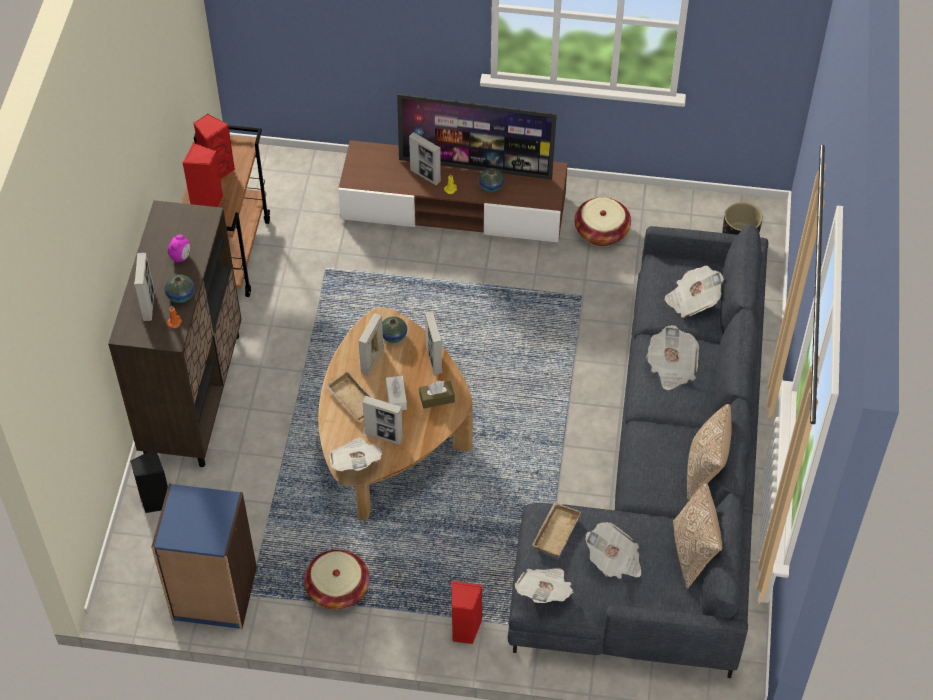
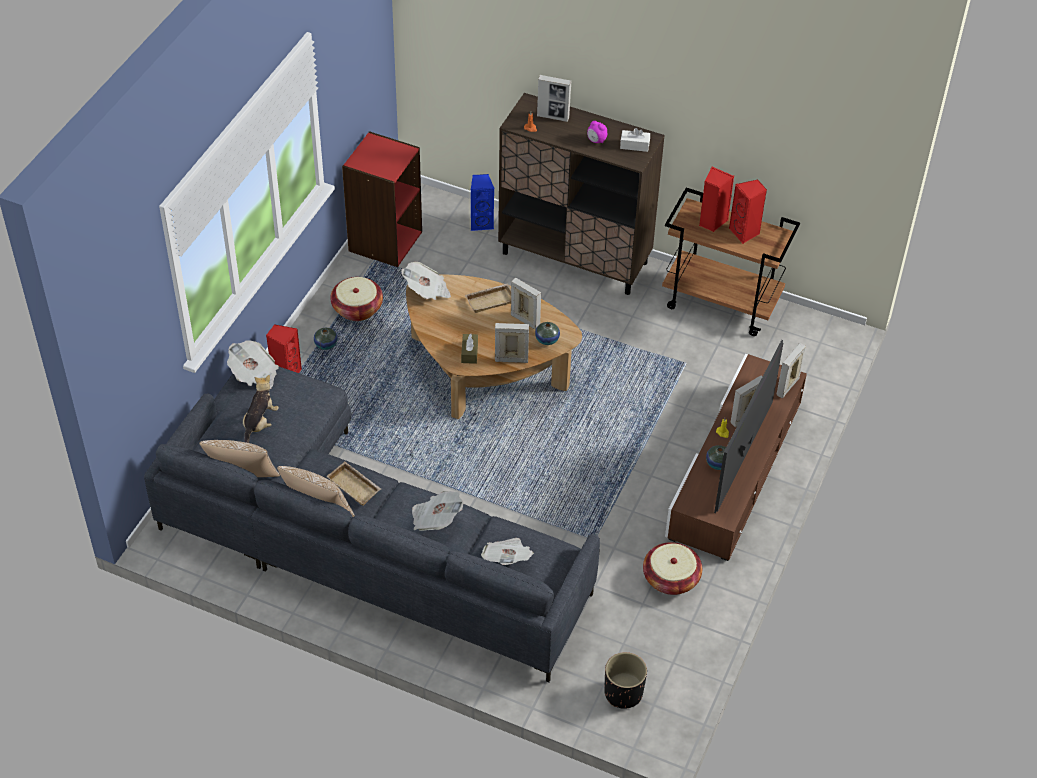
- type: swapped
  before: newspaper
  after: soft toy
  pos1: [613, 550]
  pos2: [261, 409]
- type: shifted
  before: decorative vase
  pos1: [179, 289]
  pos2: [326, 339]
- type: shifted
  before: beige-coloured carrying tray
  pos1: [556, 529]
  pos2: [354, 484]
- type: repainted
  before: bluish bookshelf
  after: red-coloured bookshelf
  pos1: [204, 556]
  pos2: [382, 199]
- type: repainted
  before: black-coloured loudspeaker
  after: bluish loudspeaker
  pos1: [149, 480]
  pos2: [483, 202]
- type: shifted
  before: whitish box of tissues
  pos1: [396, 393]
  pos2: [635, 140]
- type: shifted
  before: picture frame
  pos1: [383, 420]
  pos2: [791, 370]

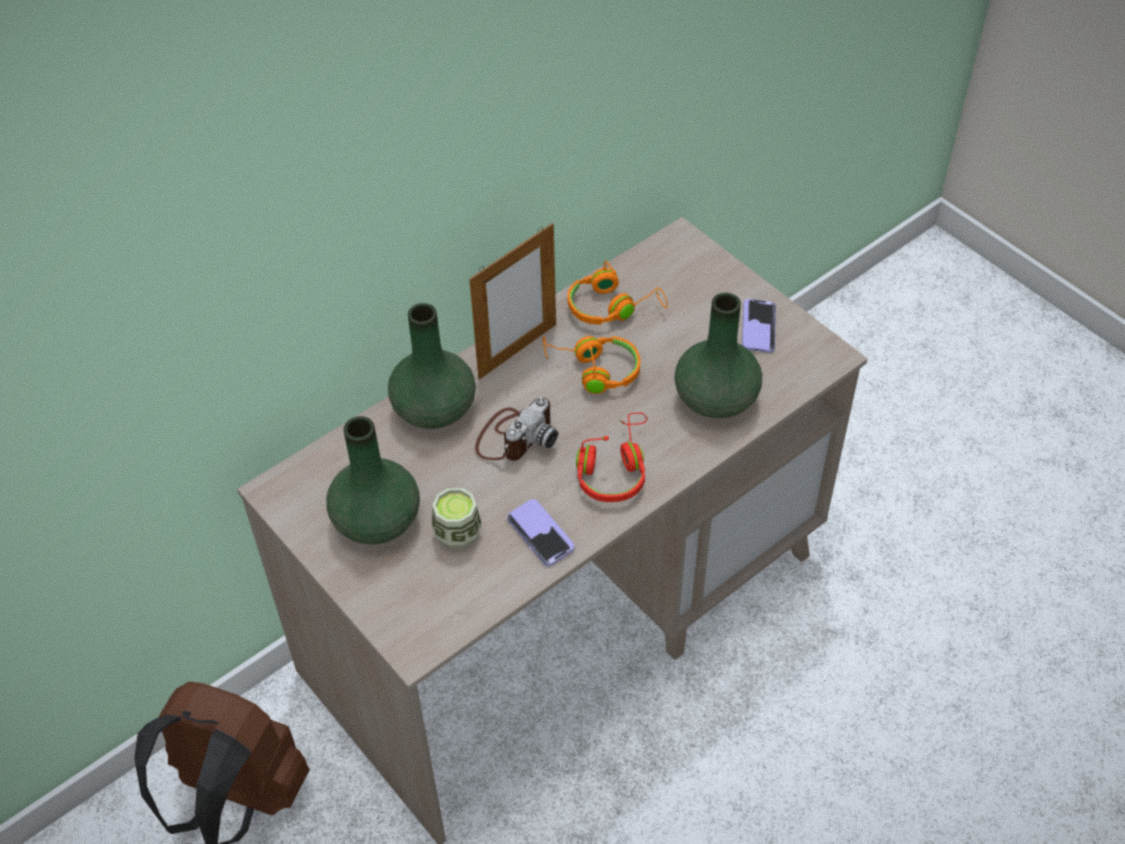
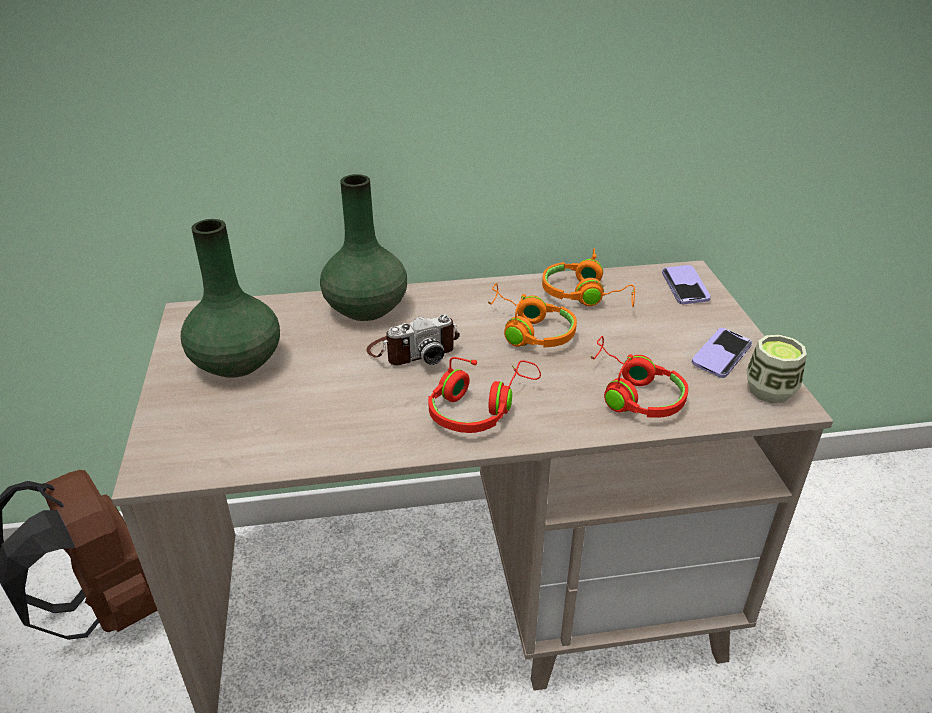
- type: swapped
  before: green-coloured decorative vase
  after: red-coloured pair of headphones
  pos1: [718, 355]
  pos2: [639, 377]
- type: shifted
  before: telephone
  pos1: [541, 532]
  pos2: [686, 284]
- type: shifted
  before: small cup
  pos1: [457, 518]
  pos2: [777, 369]
- type: gone
  before: picture frame
  pos1: [512, 301]

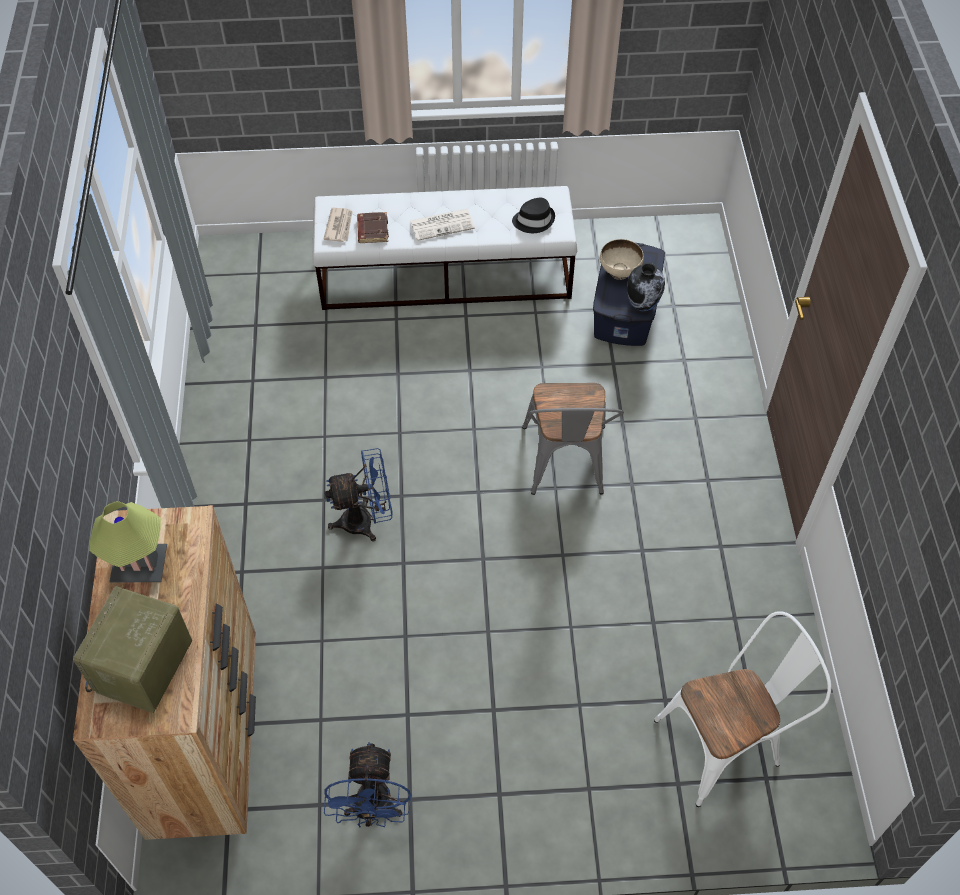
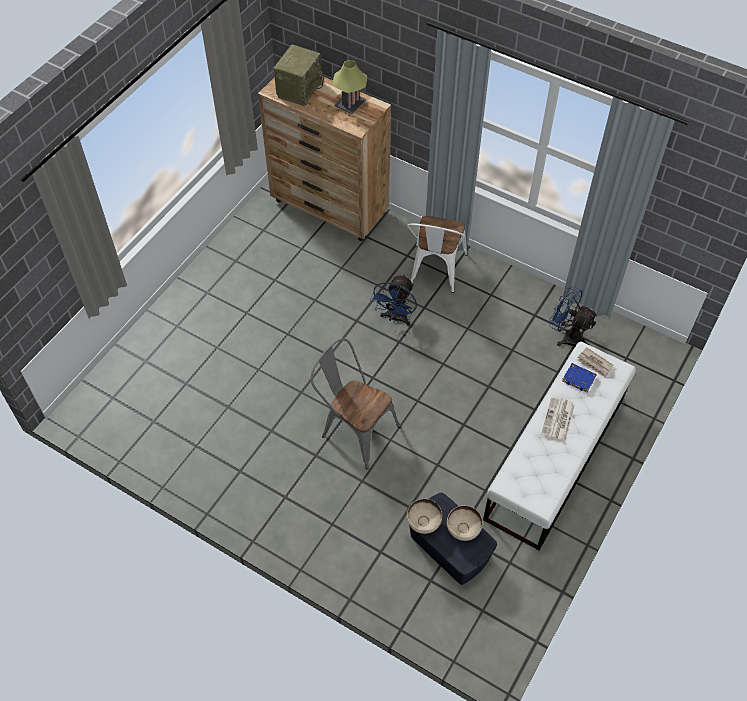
- type: rotated
  before: radio receiver
  pos1: [132, 649]
  pos2: [299, 75]
  turn: 60
- type: shifted
  before: whitish plain chair
  pos1: [742, 709]
  pos2: [437, 254]
- type: swapped
  before: decorative vase
  after: beige-coloured serving bowl
  pos1: [646, 287]
  pos2: [424, 516]
- type: shifted
  before: bluish cooling fan
  pos1: [367, 785]
  pos2: [573, 316]
- type: repainted
  before: brown-coloured bound book
  after: bluish bound book
  pos1: [373, 227]
  pos2: [579, 378]
- type: gone
  before: black-coloured wearable hat
  pos1: [533, 215]

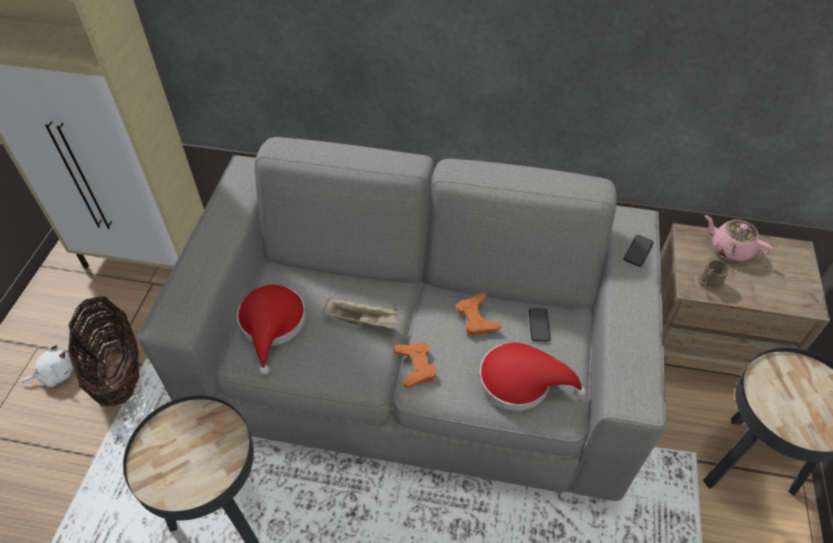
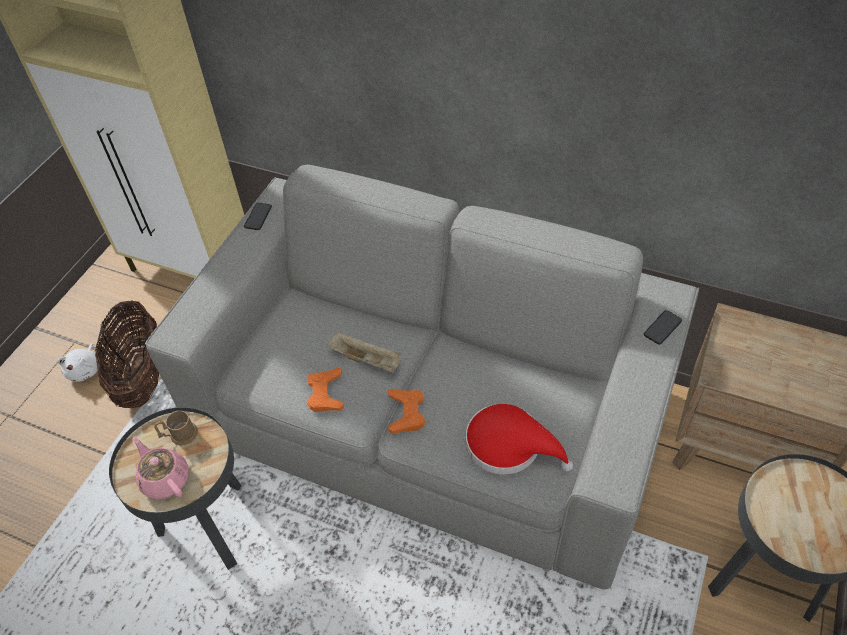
- type: rotated
  before: whitish soft toy
  pos1: [48, 365]
  pos2: [77, 362]
  turn: 105
- type: shifted
  before: pinkish pot for tea
  pos1: [738, 238]
  pos2: [161, 468]
- type: shifted
  before: brown-coloured tea mug
  pos1: [713, 275]
  pos2: [176, 428]
- type: shifted
  before: telephone
  pos1: [539, 324]
  pos2: [258, 216]
- type: shifted
  before: orange gamepad
  pos1: [479, 314]
  pos2: [325, 390]
- type: gone
  before: red-coloured wearable hat
  pos1: [271, 330]

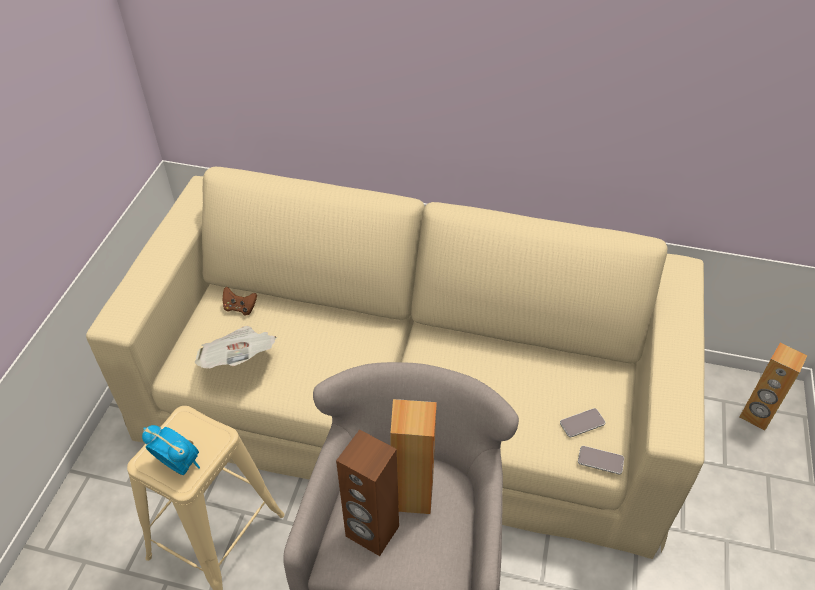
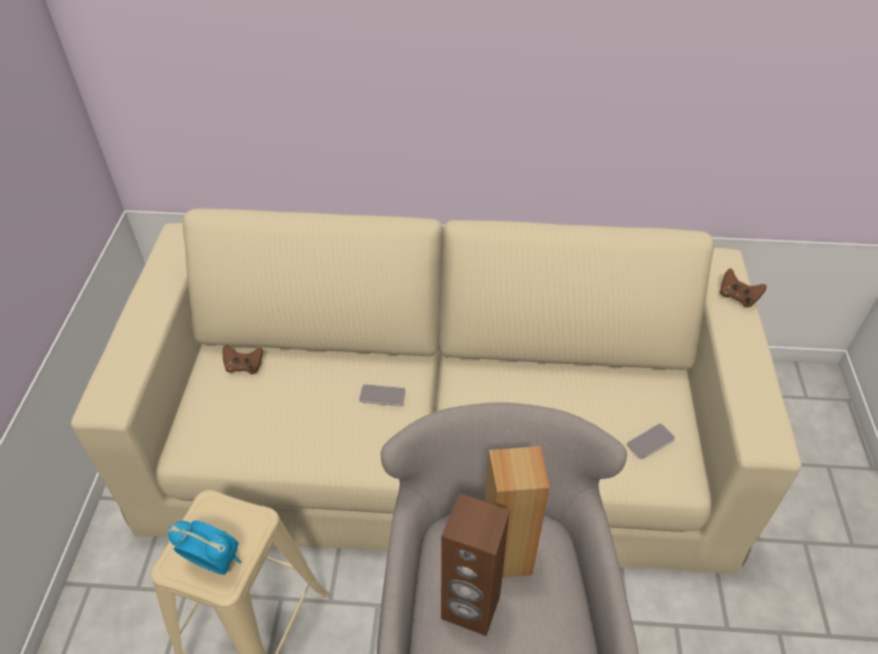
- type: shifted
  before: telephone
  pos1: [601, 460]
  pos2: [382, 395]
- type: new
  after: brown-coloured gamepad
  pos2: [743, 287]
- type: gone
  before: newspaper
  pos1: [235, 347]
- type: gone
  before: brown-coloured loudspeaker
  pos1: [773, 387]

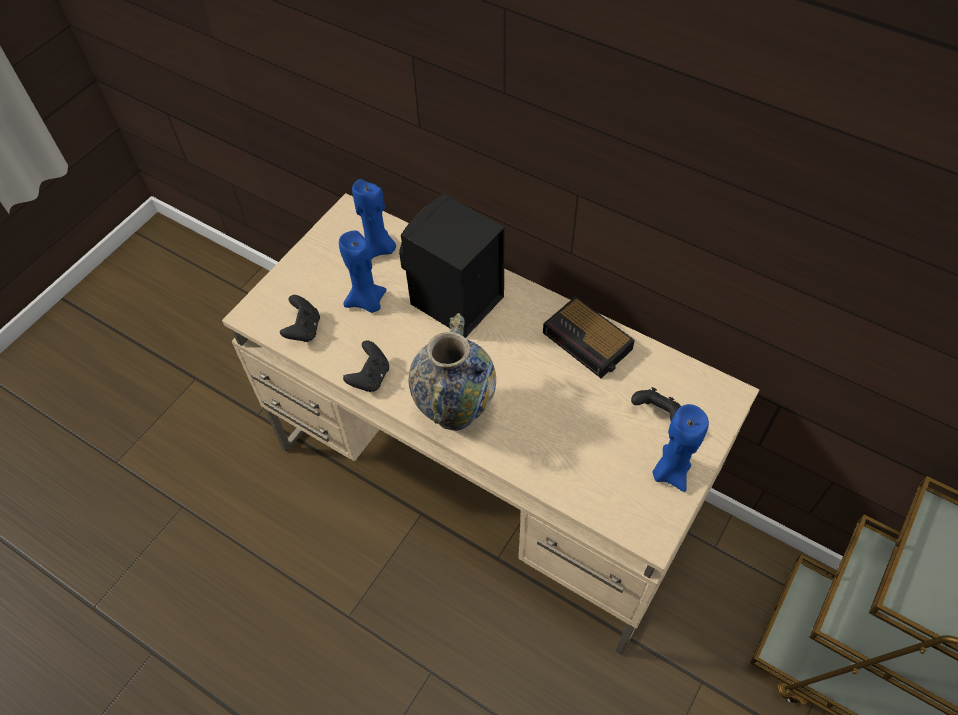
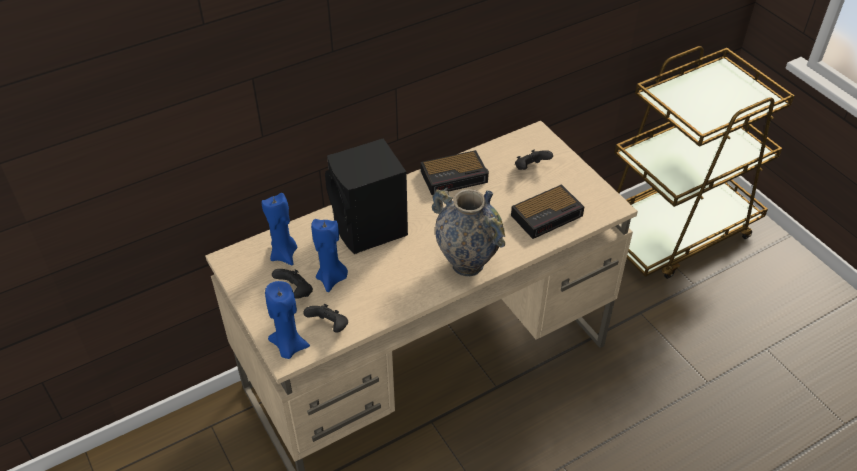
- type: shifted
  before: bluish wax light
  pos1: [681, 448]
  pos2: [287, 320]
- type: shifted
  before: black-coloured gamepad
  pos1: [366, 366]
  pos2: [292, 284]
- type: new
  after: alarm clock
  pos2: [547, 211]

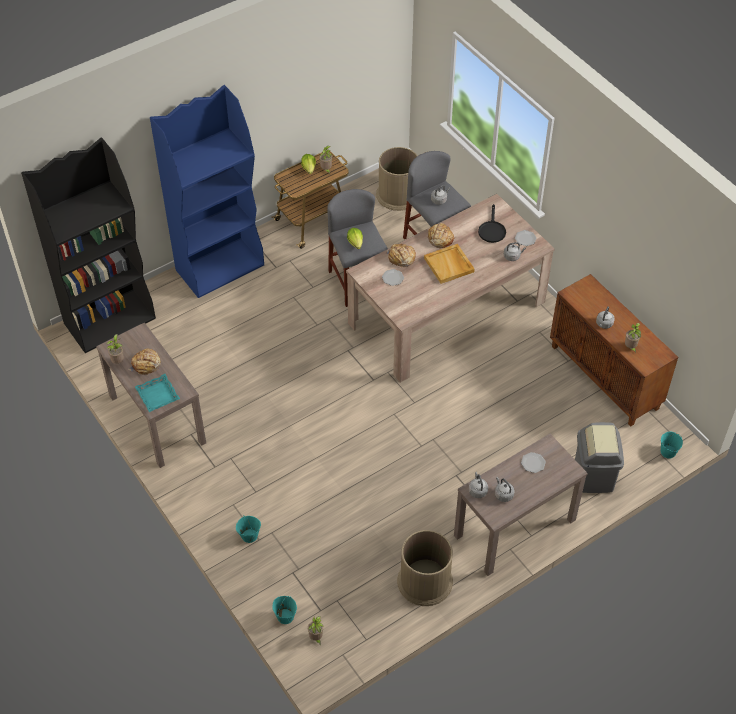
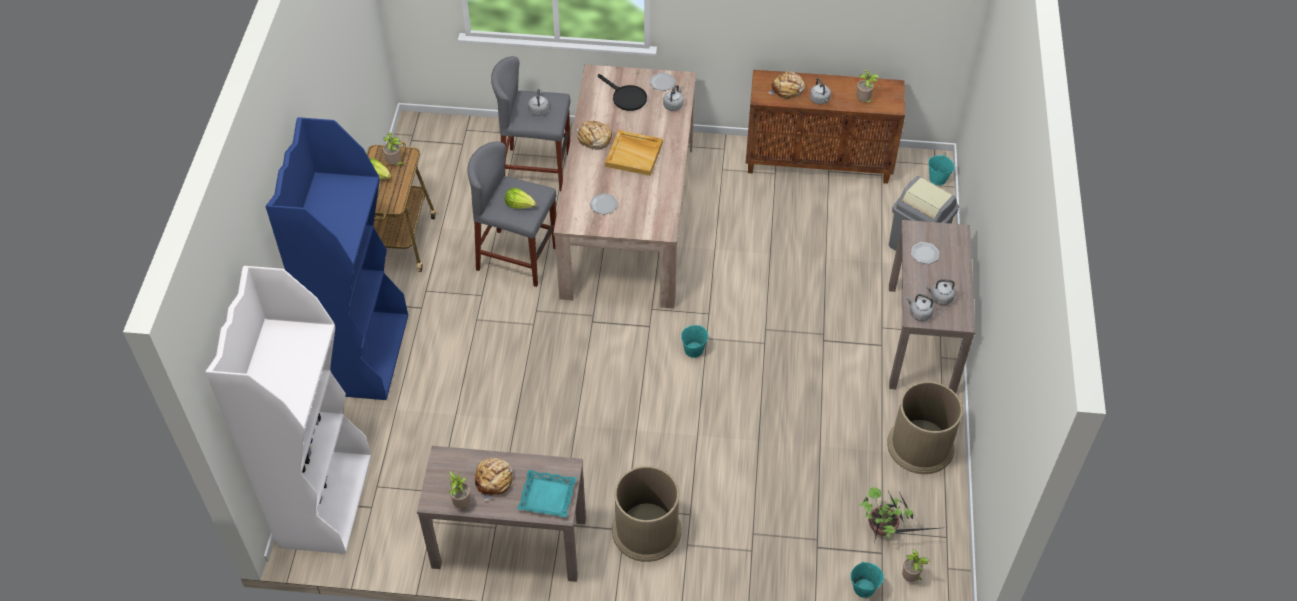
- type: repainted
  before: black-coloured bookshelf
  after: whitish bookshelf
  pos1: [88, 245]
  pos2: [288, 410]
- type: shifted
  before: brown-coloured waste bin
  pos1: [397, 179]
  pos2: [647, 514]
- type: shifted
  before: turquoise pail
  pos1: [248, 529]
  pos2: [694, 341]
- type: shifted
  before: baked bread
  pos1: [401, 255]
  pos2: [786, 85]
- type: new
  after: plant in a pot
  pos2: [899, 515]

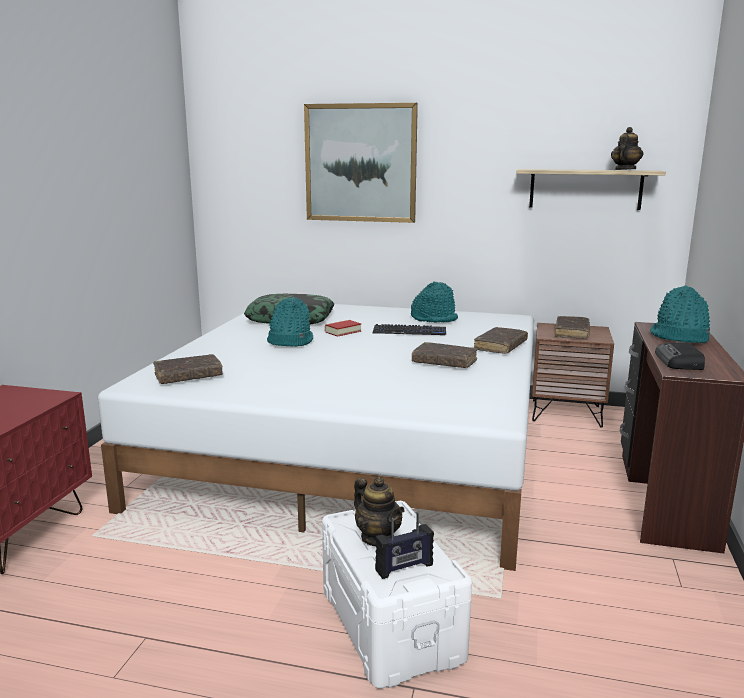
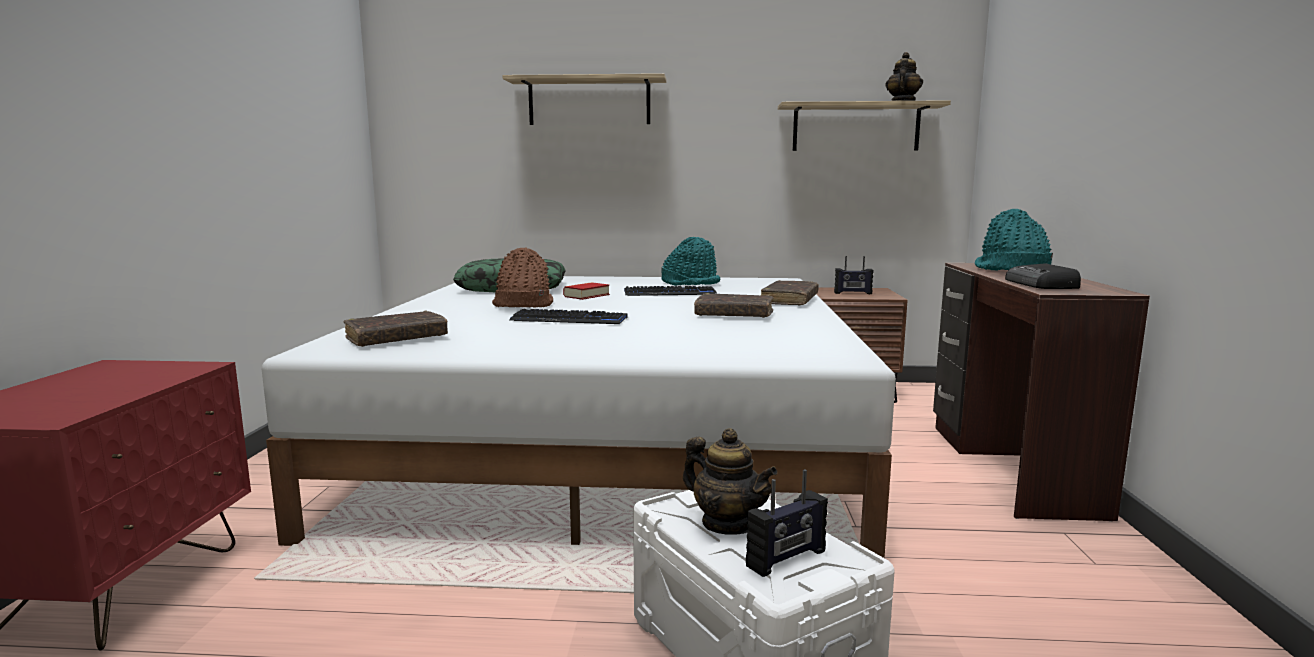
- type: repainted
  before: turquoise wearable hat
  after: brown-coloured wearable hat
  pos1: [290, 322]
  pos2: [522, 277]
- type: swapped
  before: wall art
  after: wall shelf
  pos1: [361, 163]
  pos2: [584, 99]
- type: new
  after: keyboard
  pos2: [568, 316]
- type: swapped
  before: brown-coloured bound book
  after: radio receiver
  pos1: [572, 327]
  pos2: [854, 275]

